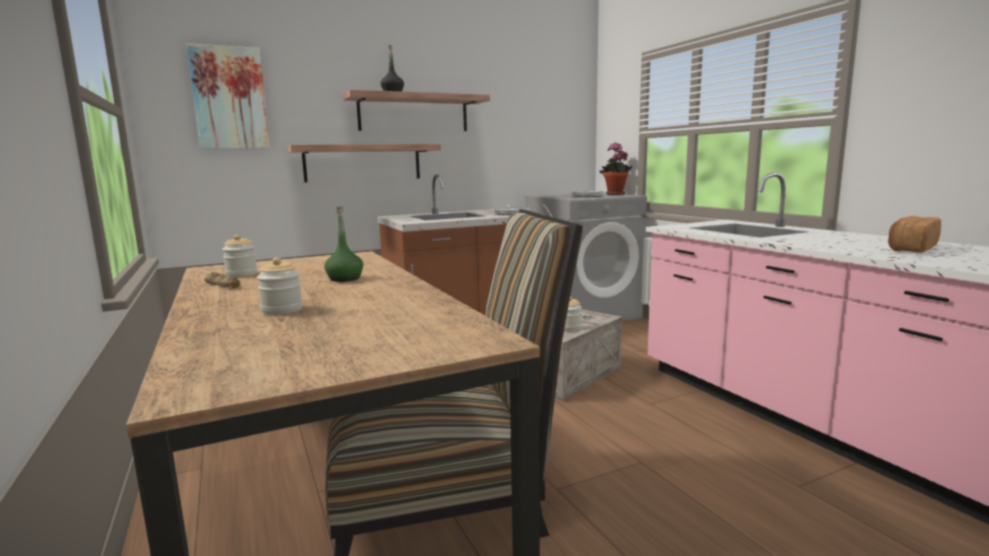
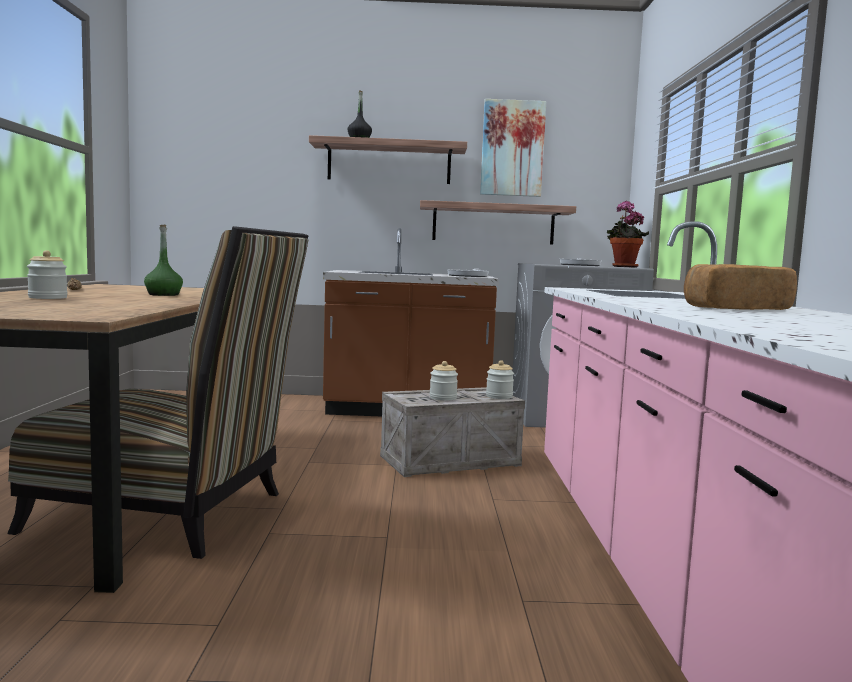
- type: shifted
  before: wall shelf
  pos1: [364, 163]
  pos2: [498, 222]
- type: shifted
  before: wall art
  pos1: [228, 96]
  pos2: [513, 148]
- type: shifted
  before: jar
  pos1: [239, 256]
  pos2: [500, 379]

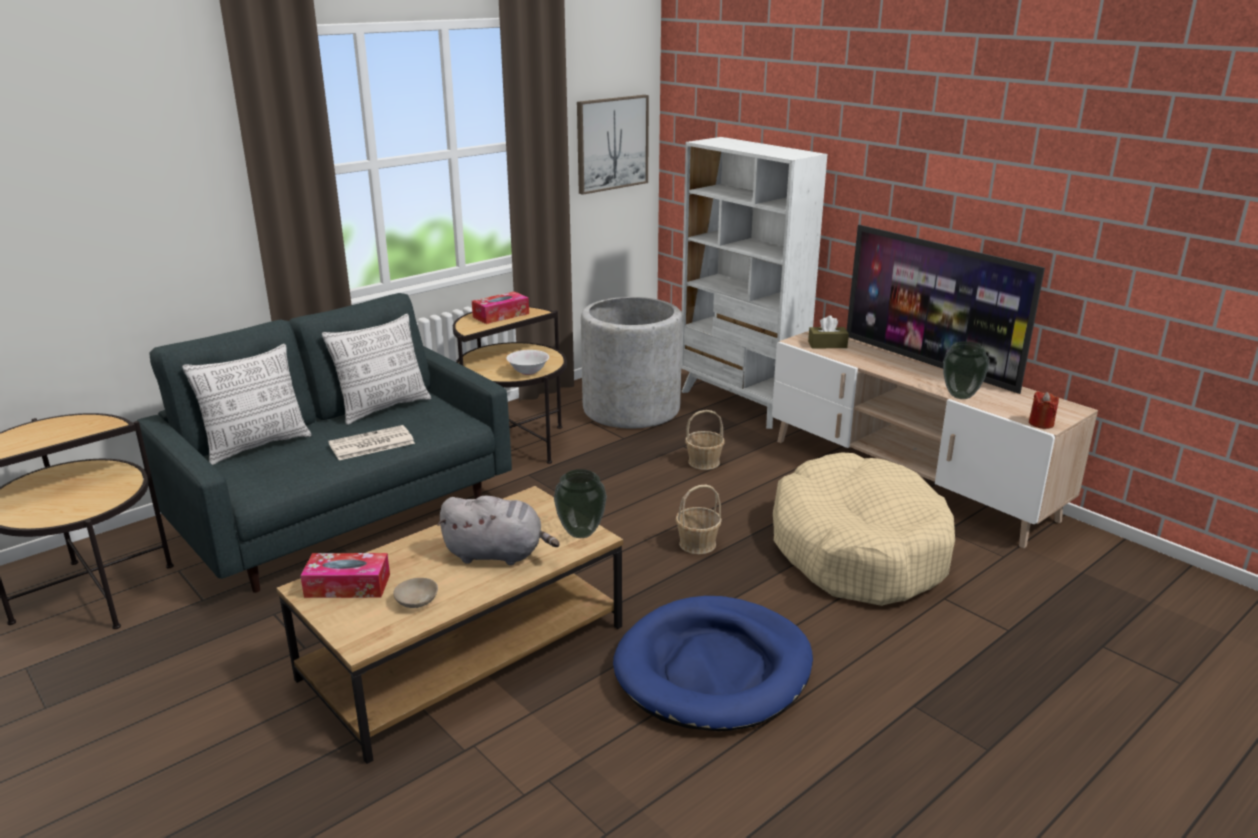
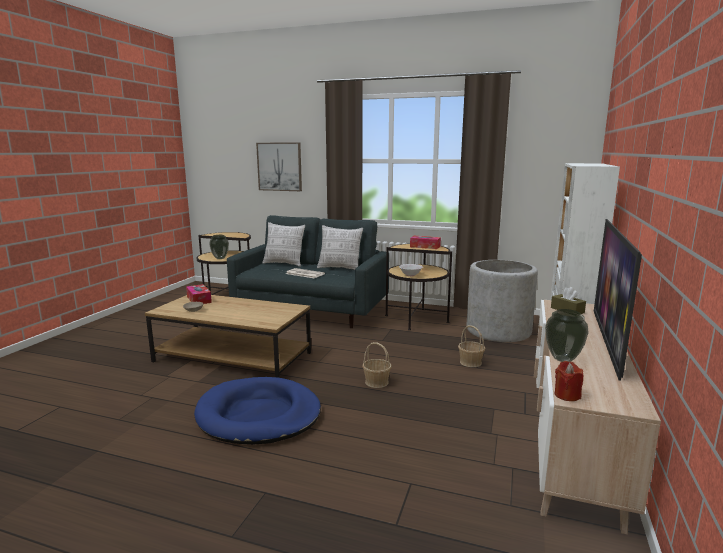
- type: shifted
  before: decorative vase
  pos1: [580, 503]
  pos2: [219, 247]
- type: shifted
  before: wall art
  pos1: [613, 145]
  pos2: [279, 166]
- type: gone
  before: grey soft toy
  pos1: [498, 530]
- type: gone
  before: beige-coloured dog bed
  pos1: [864, 529]

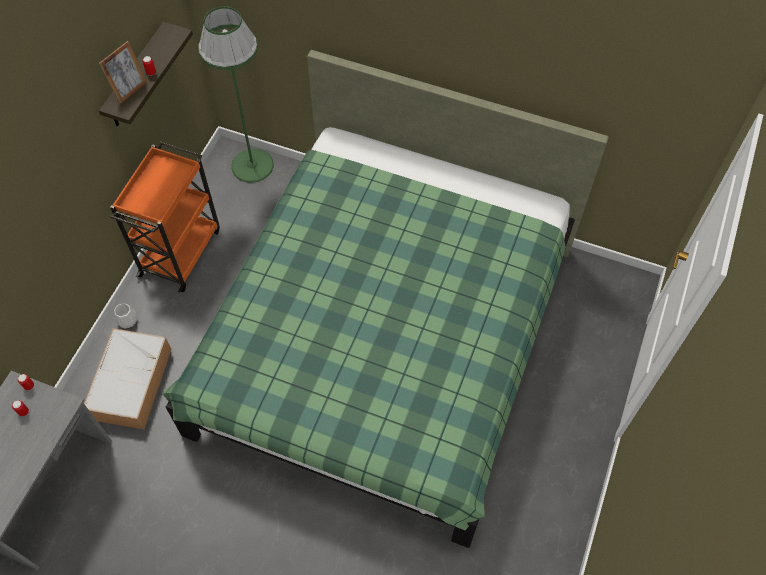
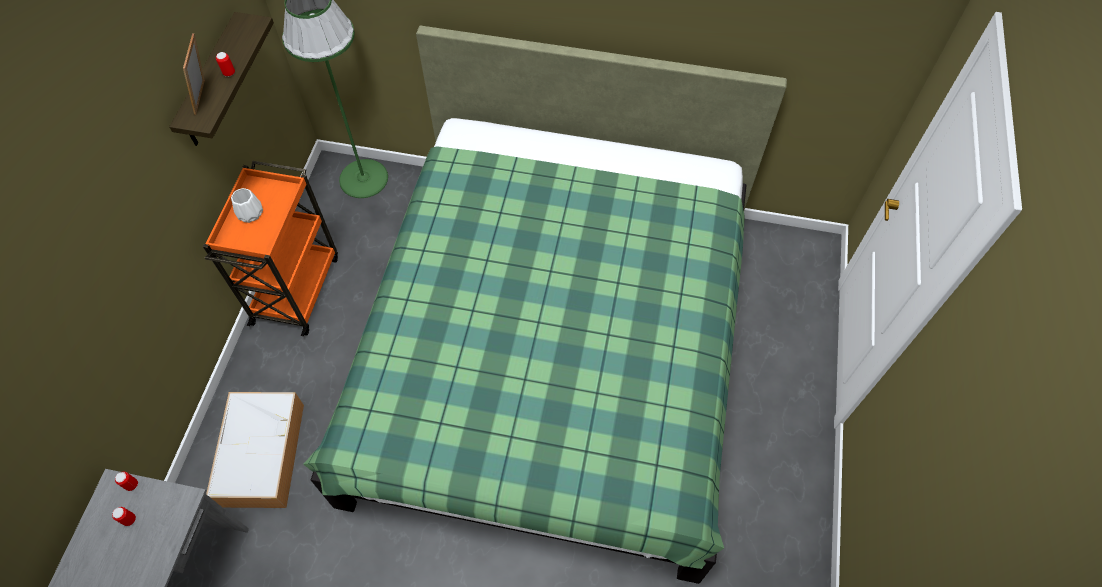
- type: rotated
  before: picture frame
  pos1: [123, 72]
  pos2: [194, 74]
  turn: 150
- type: shifted
  before: whitish decorative vase
  pos1: [125, 315]
  pos2: [247, 205]

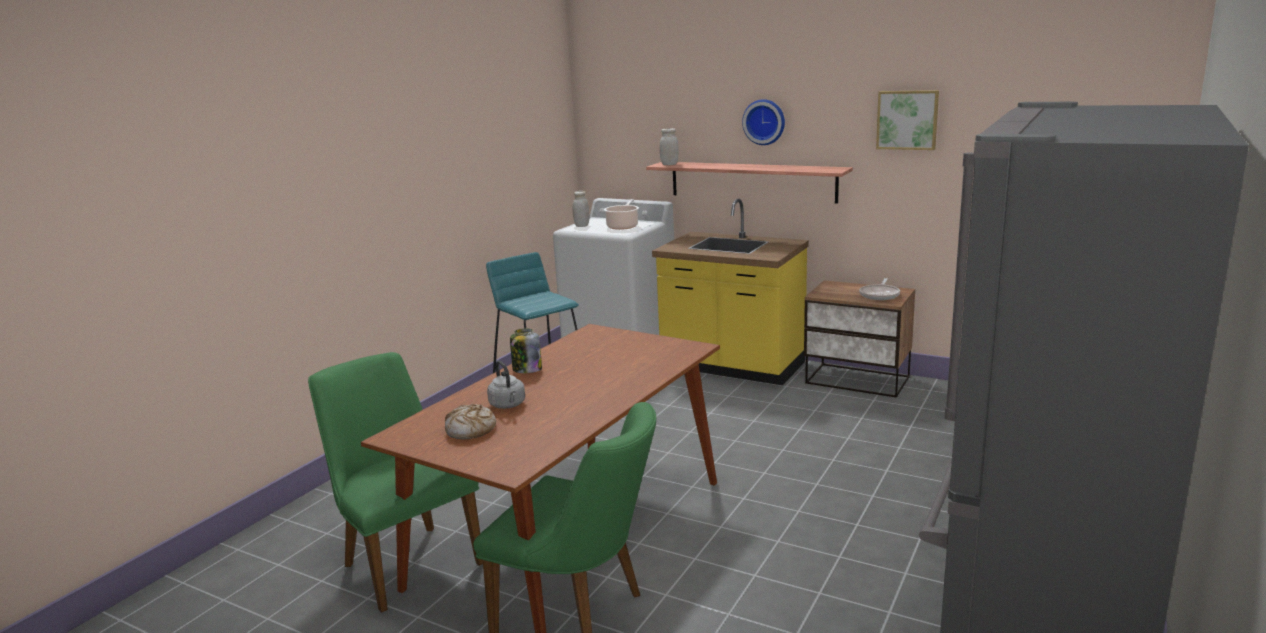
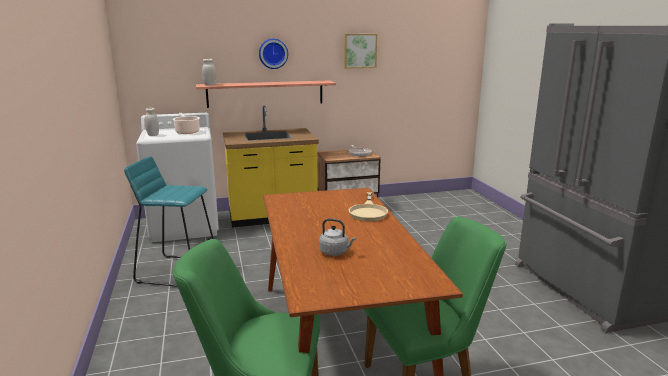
- type: new
  after: beige-coloured pan
  pos2: [368, 206]
- type: gone
  before: baked bread
  pos1: [470, 422]
- type: gone
  before: jar
  pos1: [526, 351]

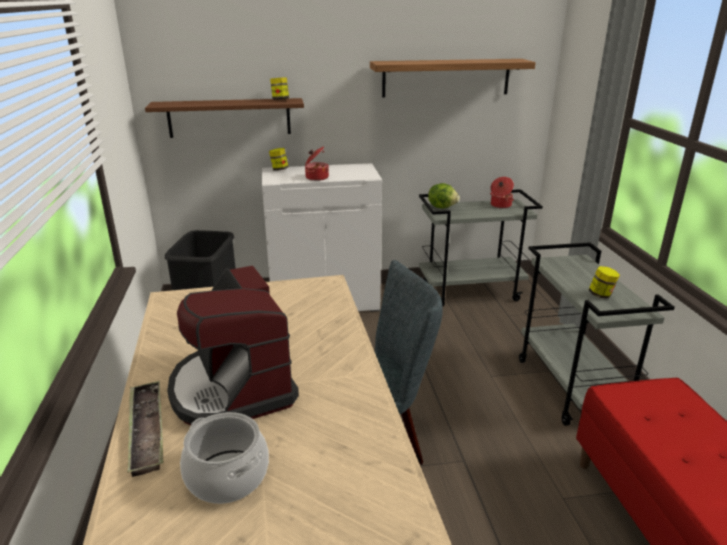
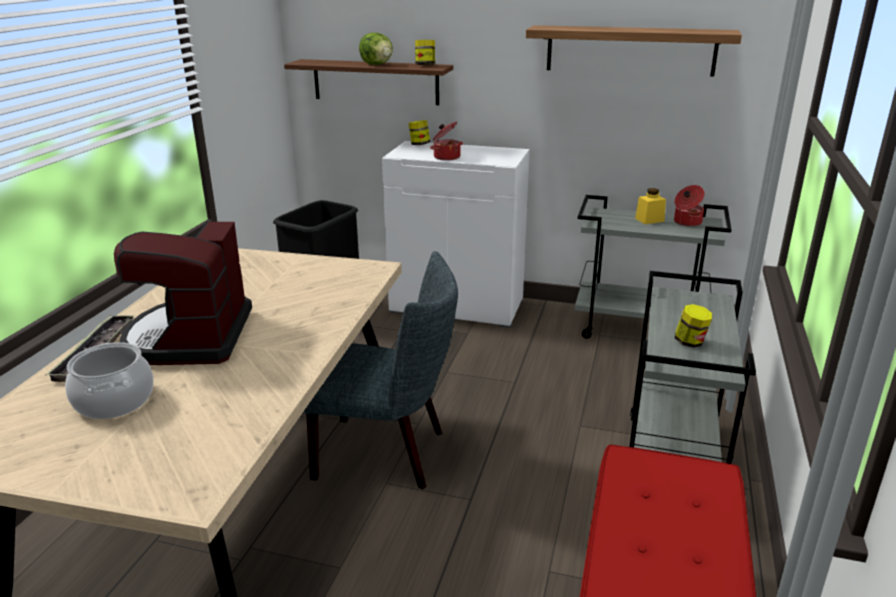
- type: shifted
  before: lettuce
  pos1: [444, 196]
  pos2: [376, 49]
- type: new
  after: yellow-coloured jar
  pos2: [650, 206]

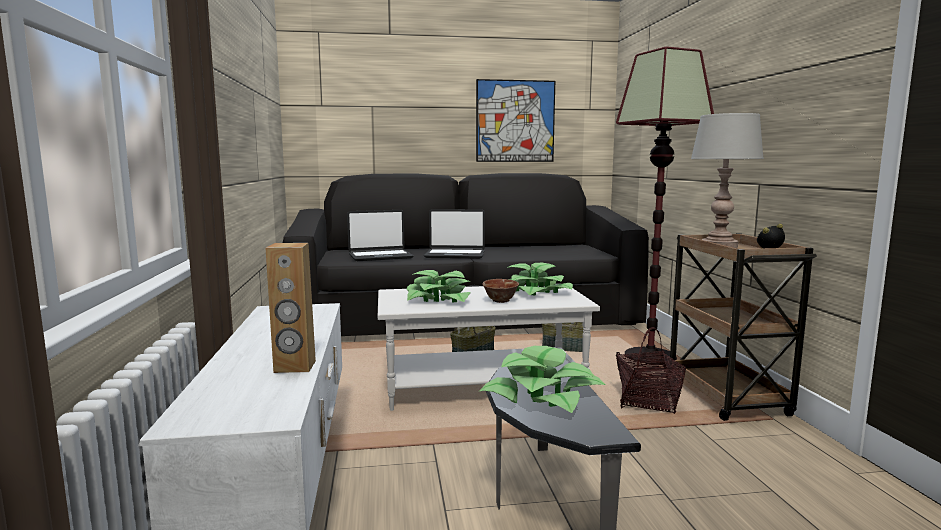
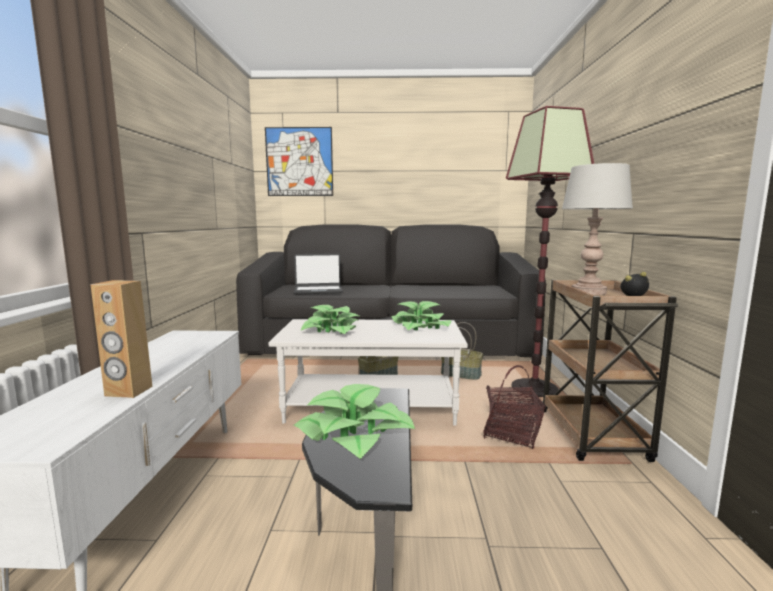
- type: shifted
  before: wall art
  pos1: [515, 120]
  pos2: [299, 161]
- type: gone
  before: notebook computer
  pos1: [454, 234]
- type: gone
  before: serving bowl
  pos1: [501, 291]

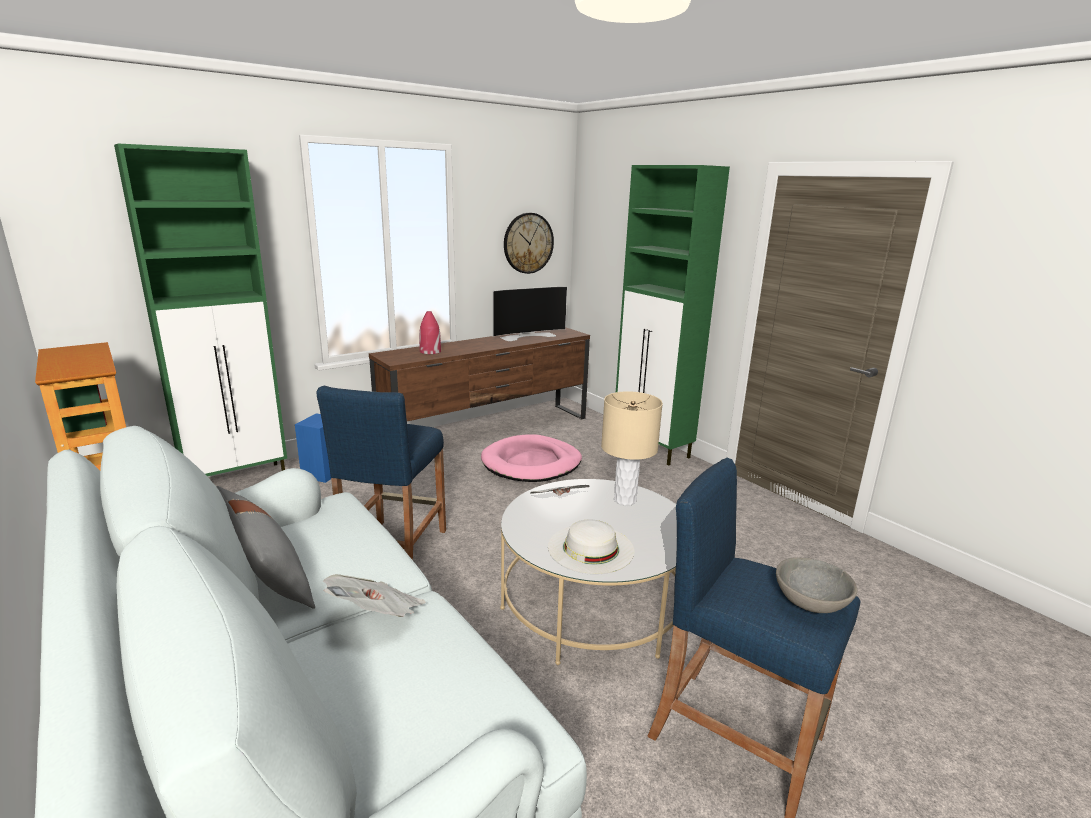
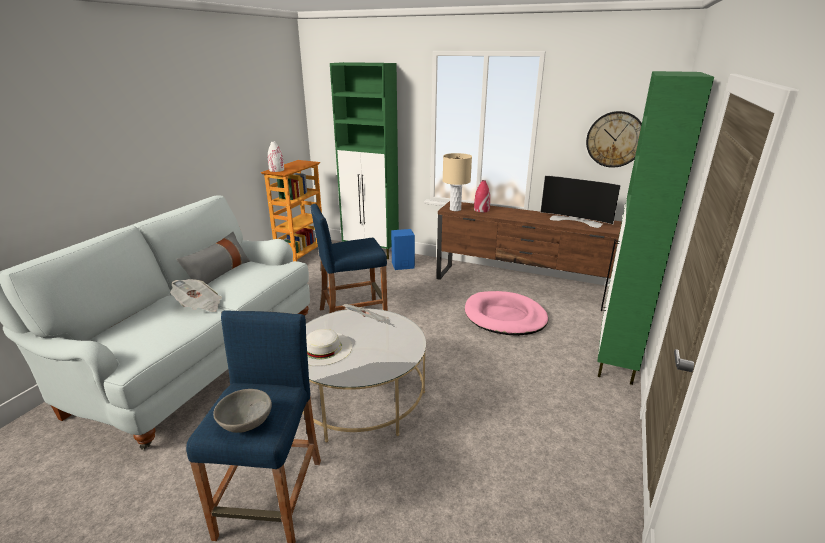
- type: new
  after: whitish decorative vase
  pos2: [276, 156]
- type: shifted
  before: beige-coloured lamp for a table
  pos1: [632, 448]
  pos2: [457, 182]

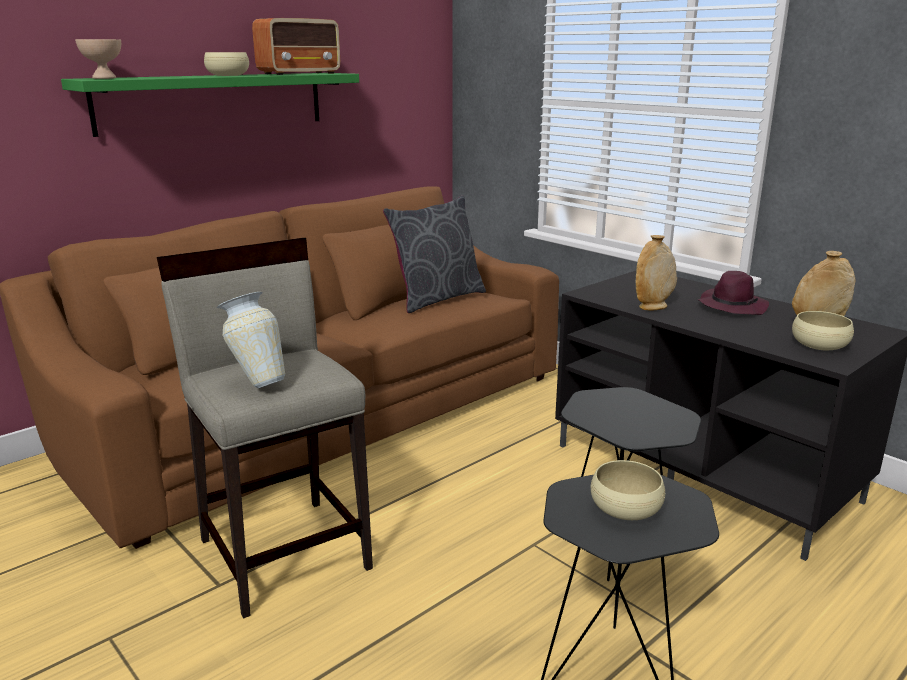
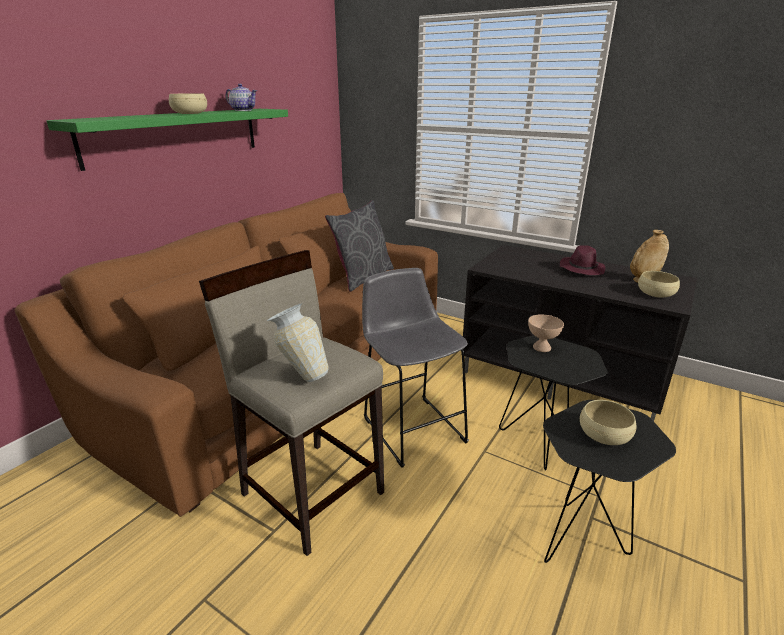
- type: swapped
  before: radio receiver
  after: pot for tea
  pos1: [296, 46]
  pos2: [241, 97]
- type: new
  after: grey sitting stool
  pos2: [415, 368]
- type: shifted
  before: beige-coloured serving bowl
  pos1: [98, 59]
  pos2: [546, 333]
- type: gone
  before: beige-coloured decorative vase
  pos1: [656, 273]

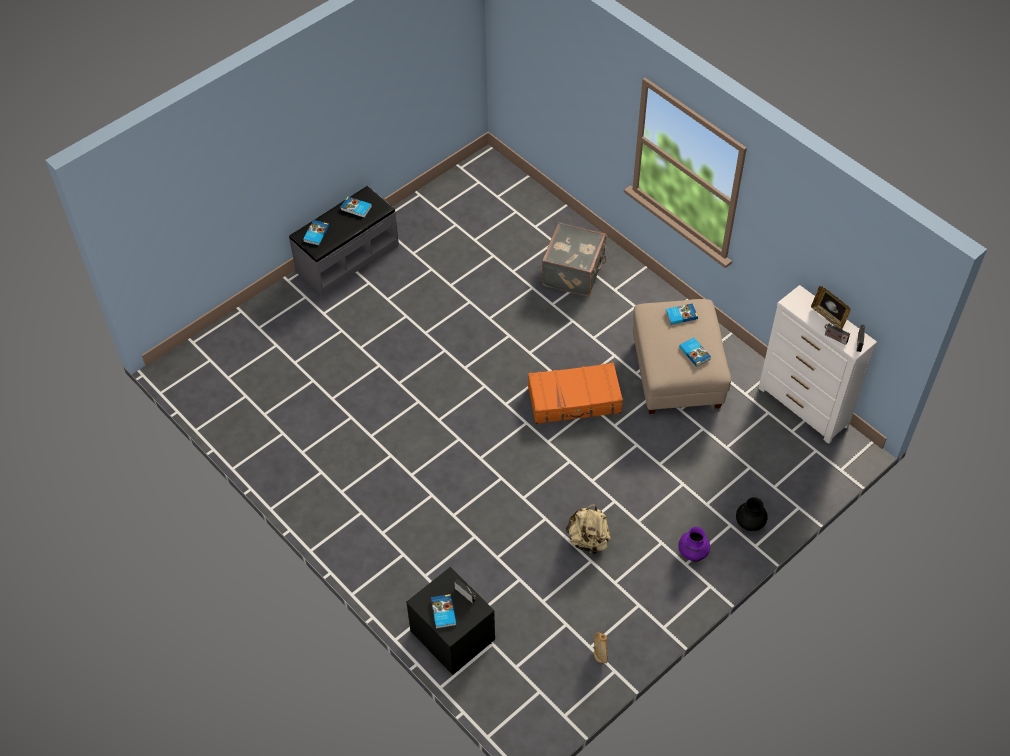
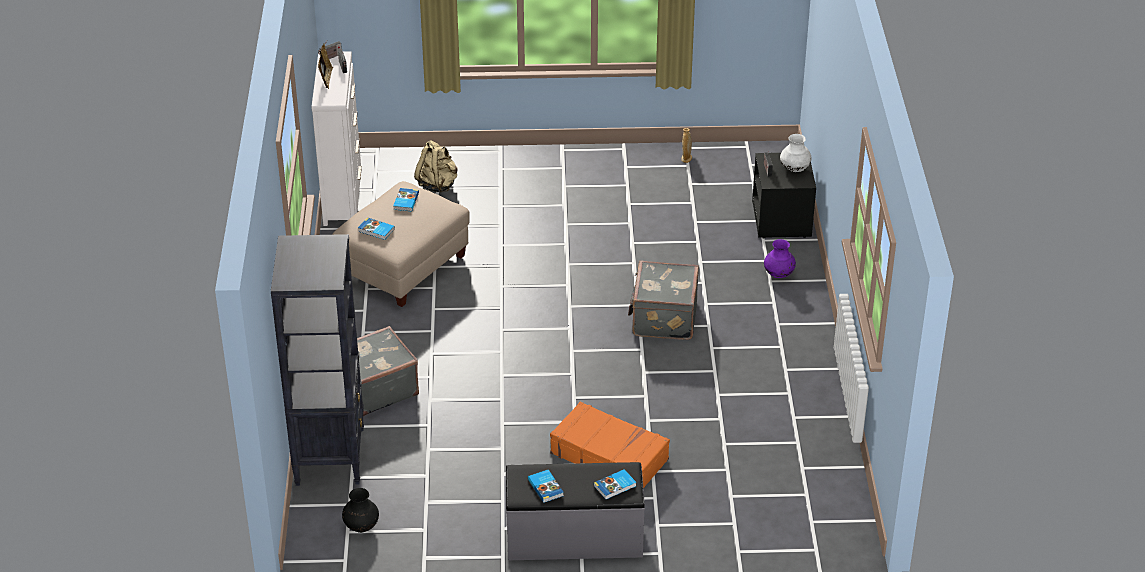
- type: new
  after: black-coloured bookshelf
  pos2: [317, 360]
- type: shifted
  before: black-coloured decorative vase
  pos1: [752, 514]
  pos2: [360, 510]
- type: shifted
  before: beige-coloured rucksack
  pos1: [588, 529]
  pos2: [435, 166]
- type: shifted
  before: orange travel case
  pos1: [575, 393]
  pos2: [610, 444]
- type: new
  after: grey travel case
  pos2: [663, 300]
- type: shifted
  before: purple decorative vase
  pos1: [694, 544]
  pos2: [780, 258]
- type: swapped
  before: bound book
  after: whitish decorative vase
  pos1: [443, 611]
  pos2: [795, 153]

